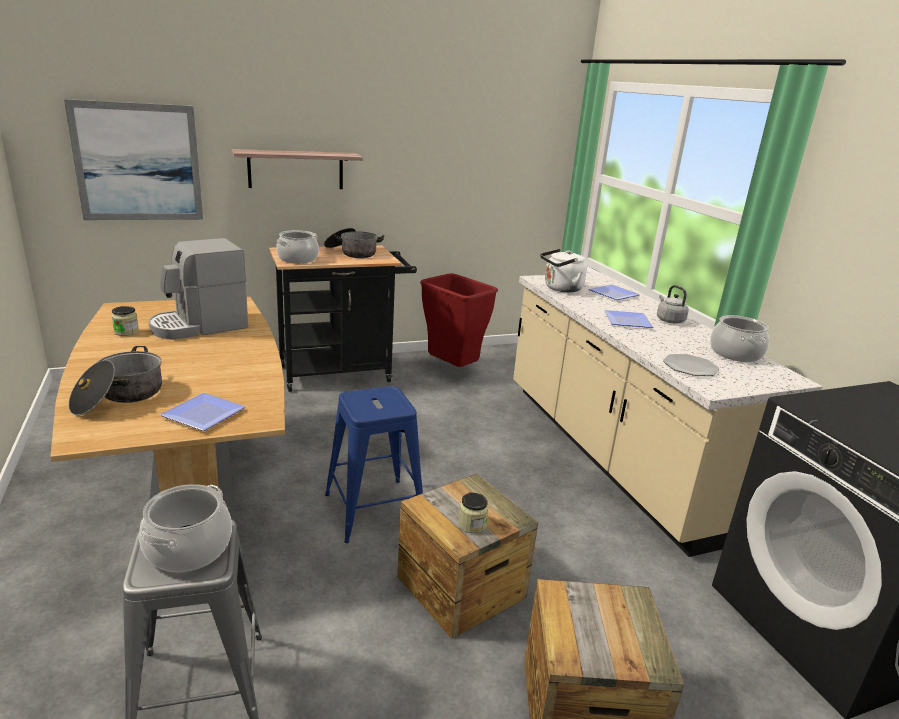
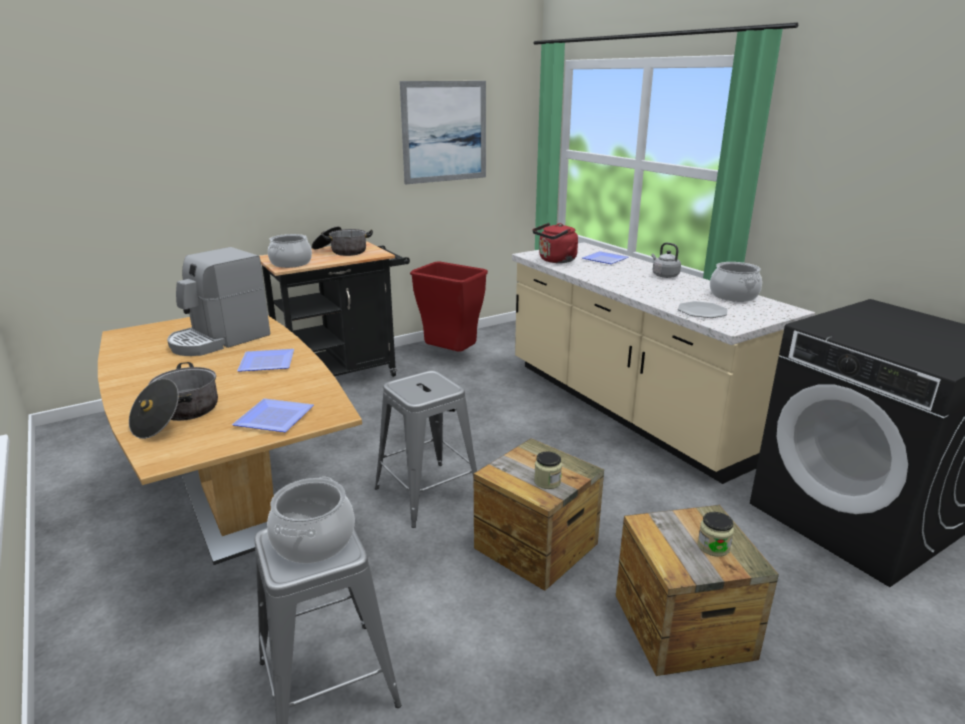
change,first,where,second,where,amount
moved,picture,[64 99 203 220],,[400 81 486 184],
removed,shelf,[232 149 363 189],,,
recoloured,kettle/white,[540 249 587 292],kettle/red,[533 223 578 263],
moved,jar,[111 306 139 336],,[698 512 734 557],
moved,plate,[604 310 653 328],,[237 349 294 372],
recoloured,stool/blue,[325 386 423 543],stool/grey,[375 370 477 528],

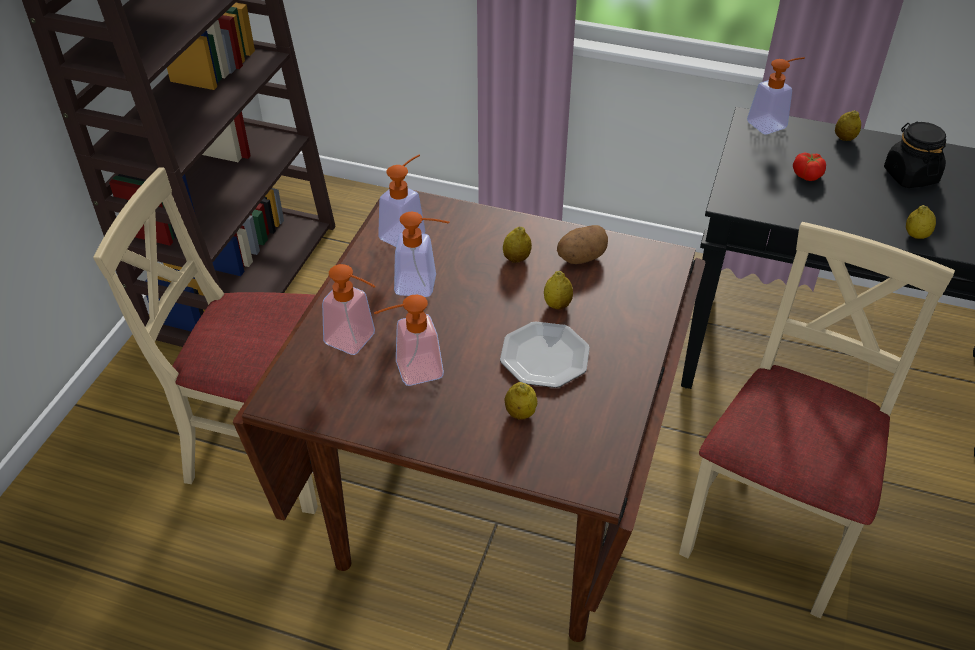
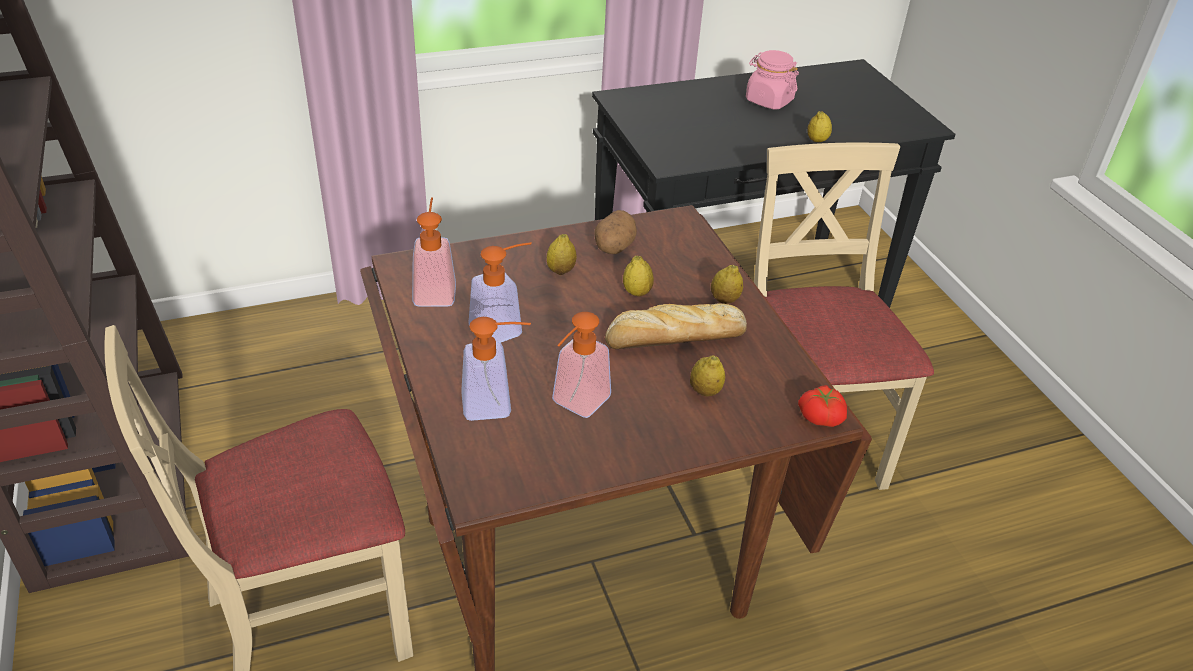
change,first,where,second,where,amount
removed,soap dispenser,[747 57 805 134],,,
moved,lemon,[835 110 861 141],,[711 265 743 304],
recoloured,jar/black,[884 121 946 188],jar/pink,[746 50 799 109],
moved,tomato,[793 153 826 181],,[798 385 847 427],
replaced,plate,[500 321 590 388],bread,[605 303 747 349],

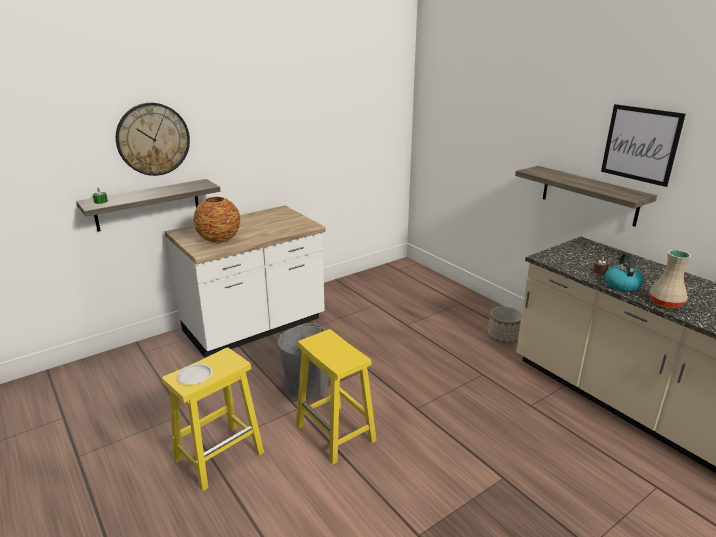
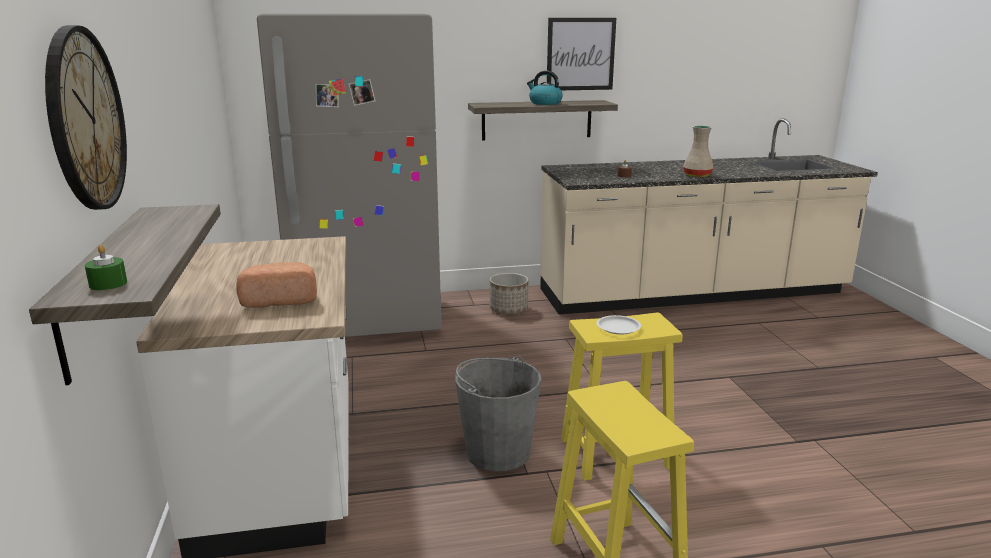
change,first,where,second,where,amount
replaced,vase,[193 197 241 243],bread,[237 262 317 308],
moved,kettle,[605 253 644 292],,[527 71 563 105],
moved,plate/white,[177 364 213 385],,[597 315 641 334],
added,,,fridge/grey,[257 14 442 337],

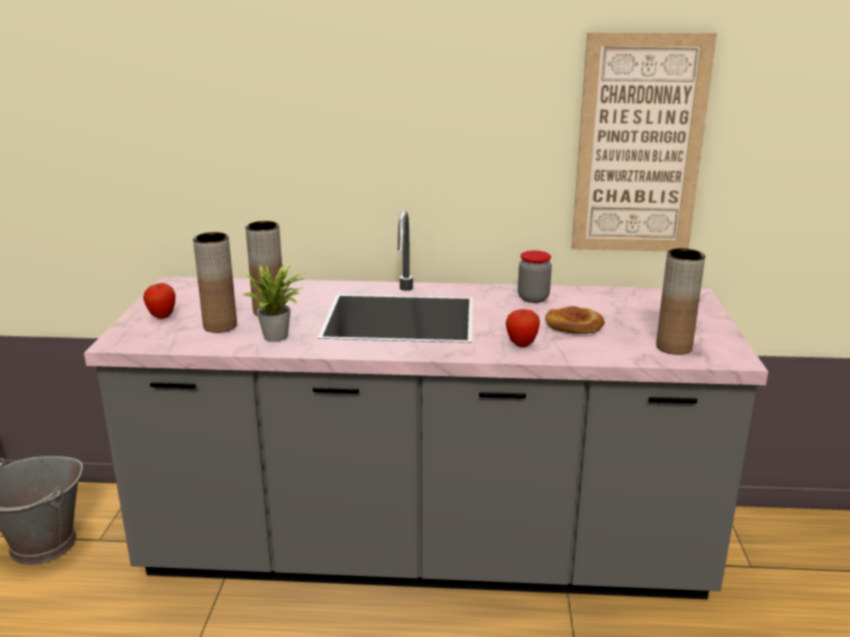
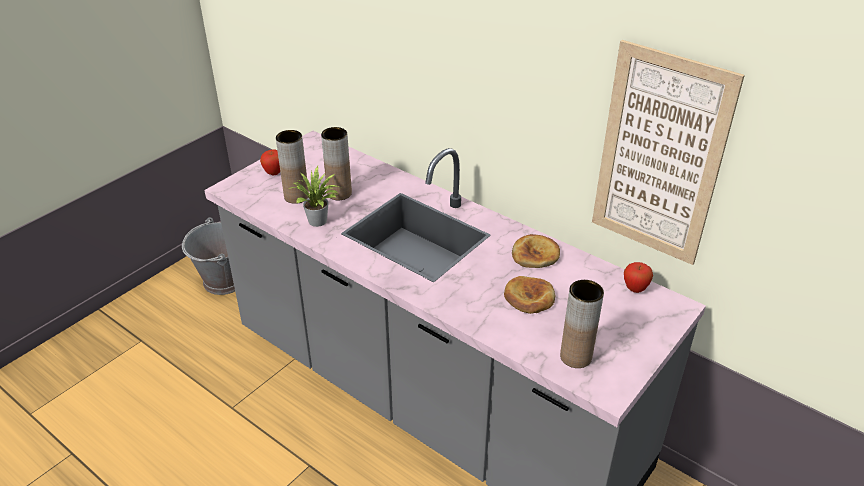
change,first,where,second,where,amount
replaced,jar,[518 251 552 303],bread,[512 234 560 268],
moved,apple,[506 309 540 347],,[624 262 653 293],

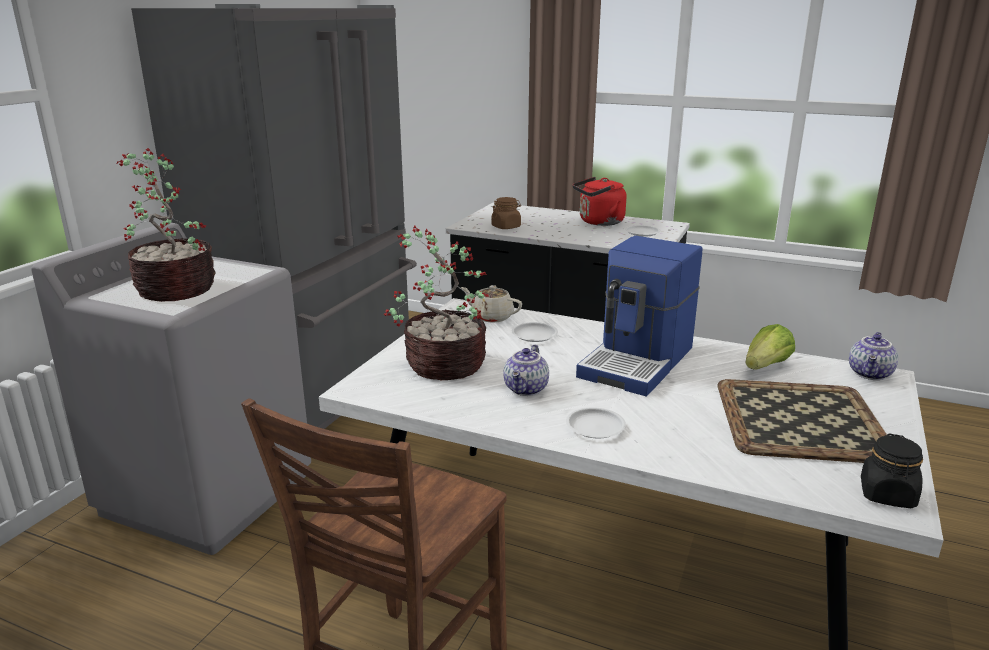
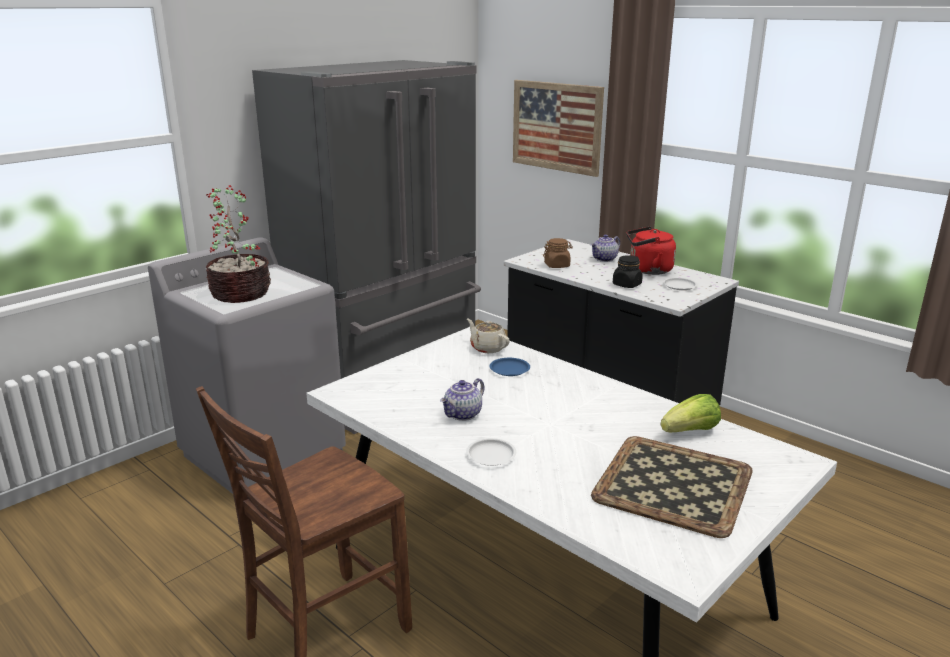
change,first,where,second,where,amount
removed,potted plant,[384 225 489 380],,,
removed,coffee machine,[576 236 702 396],,,
recoloured,plate/white,[512 322 558 342],plate/blue,[490 358 530 376],
moved,teapot,[849 332 898 380],,[591 234 620 262],
moved,jar/black,[861 434 923 508],,[613 255 643 288],
added,,,picture,[513 80 604 177],

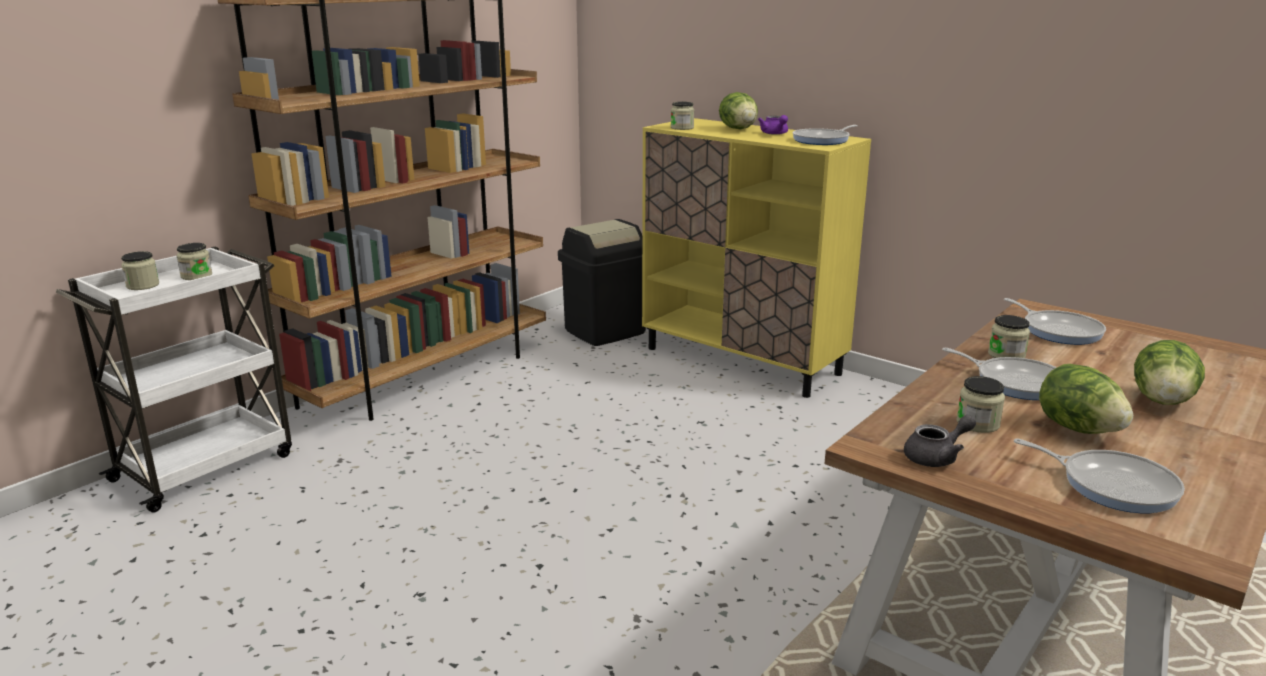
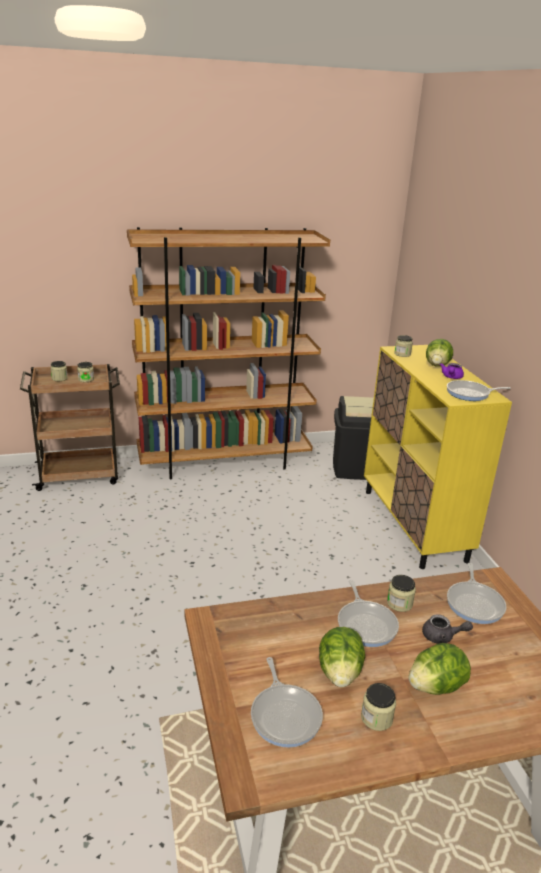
change,first,where,second,where,amount
recoloured,cart/white,[56 247 292 513],cart/brown,[20 364 120 491],
moved,jar,[956 376 1005 433],,[361 683 396 731],
moved,teapot/grey,[904 415 976 467],,[422 614 473 644],

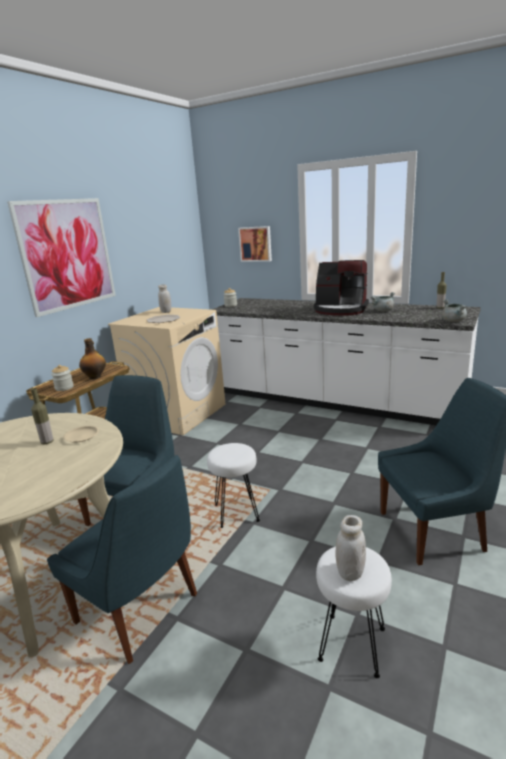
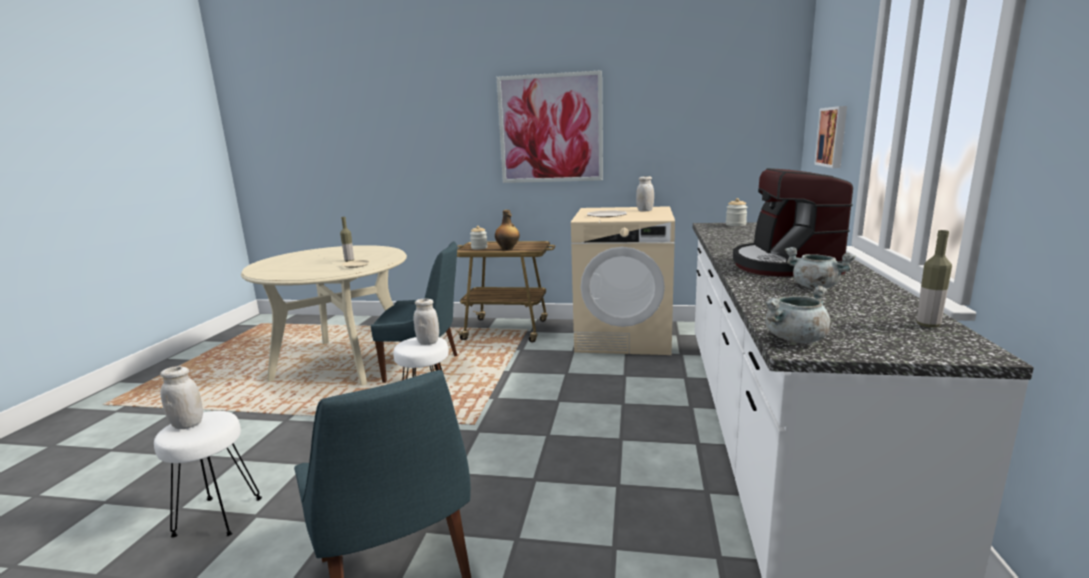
change,first,where,second,where,amount
removed,chair/blue,[47 455 197 664],,,
added,,,jar/white,[413 299 439 345],

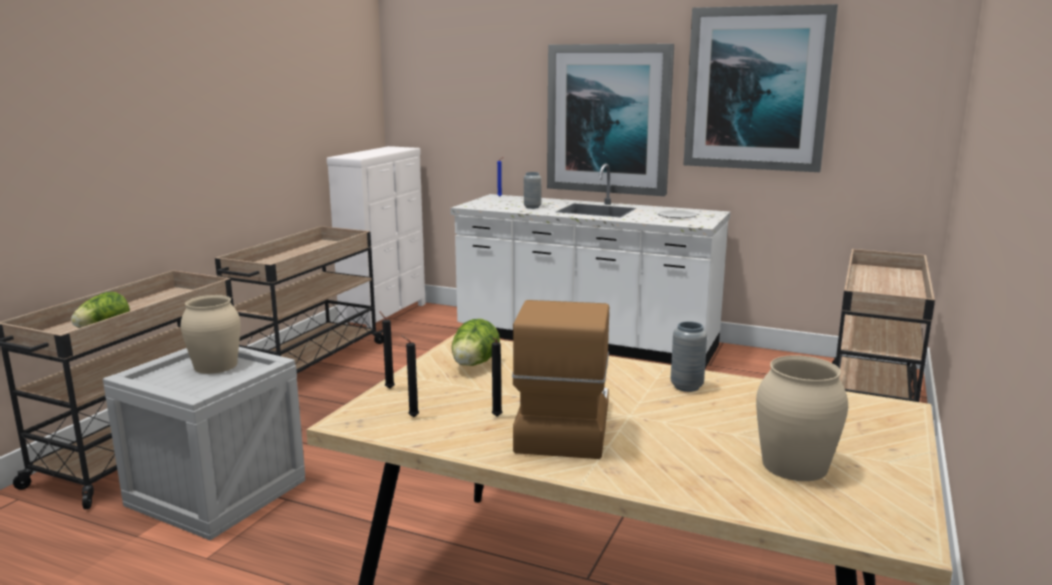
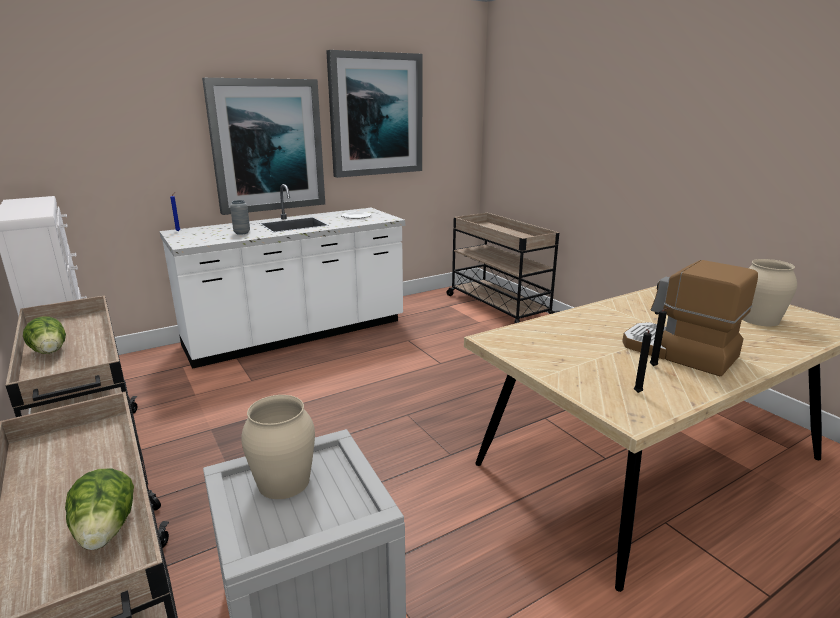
change,first,where,second,where,amount
removed,candle/black,[380 312 395 389],,,
moved,lettuce,[452 319 500 366],,[23 316 66 354],
removed,vase/grey,[671 321 707 392],,,

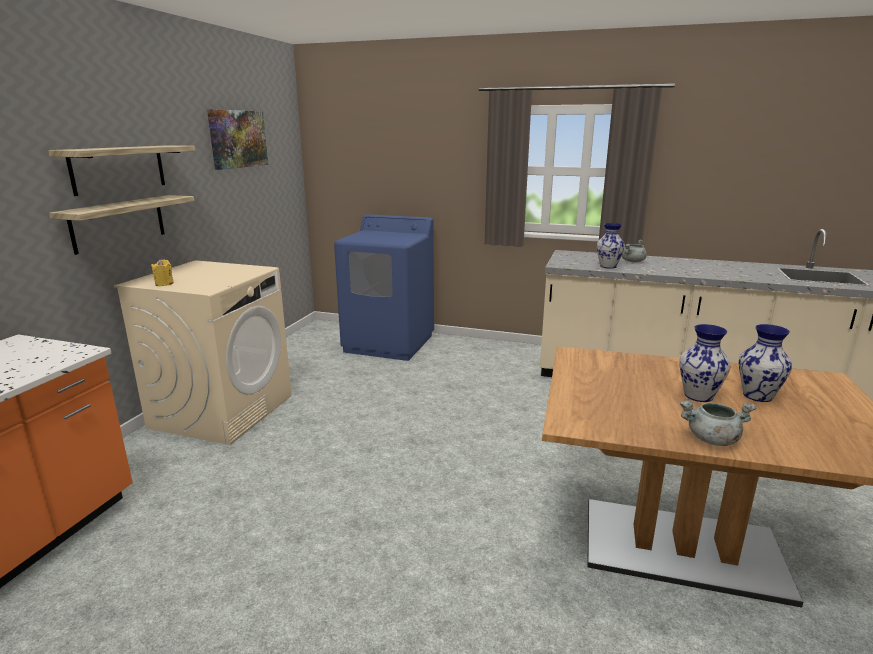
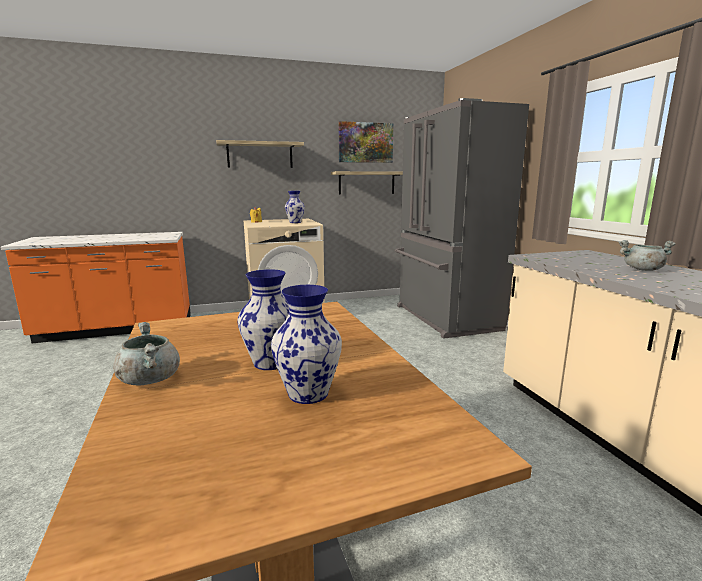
change,first,where,second,where,amount
moved,shelf,[49 195 194 255],,[331 171 403 195],
replaced,washing machine/blue,[334 214 434 361],fridge/grey,[395 98 529 339],
moved,vase,[597 223 625 269],,[285 191 305 223],

